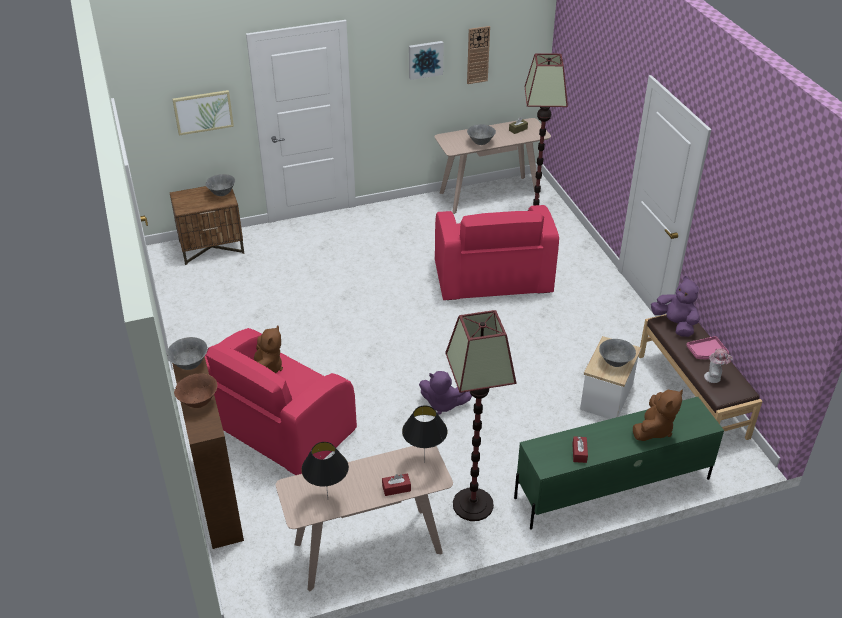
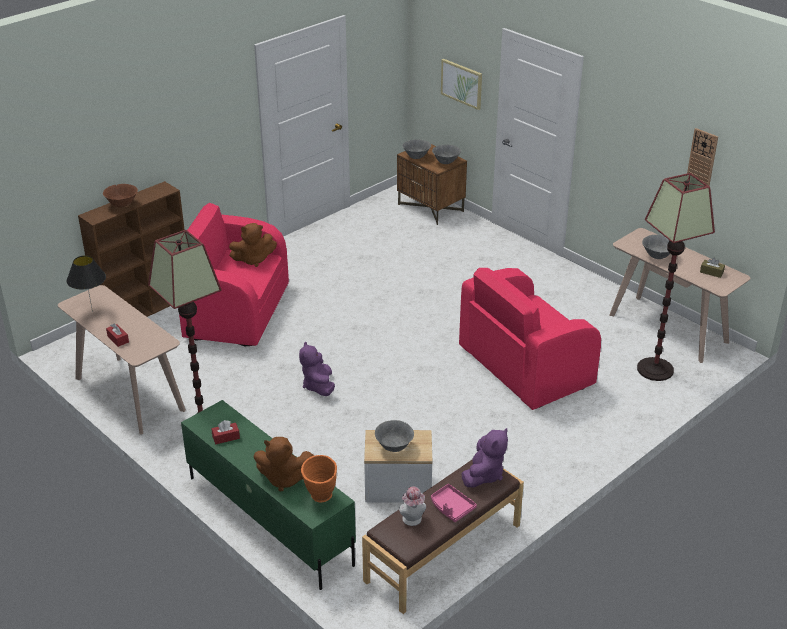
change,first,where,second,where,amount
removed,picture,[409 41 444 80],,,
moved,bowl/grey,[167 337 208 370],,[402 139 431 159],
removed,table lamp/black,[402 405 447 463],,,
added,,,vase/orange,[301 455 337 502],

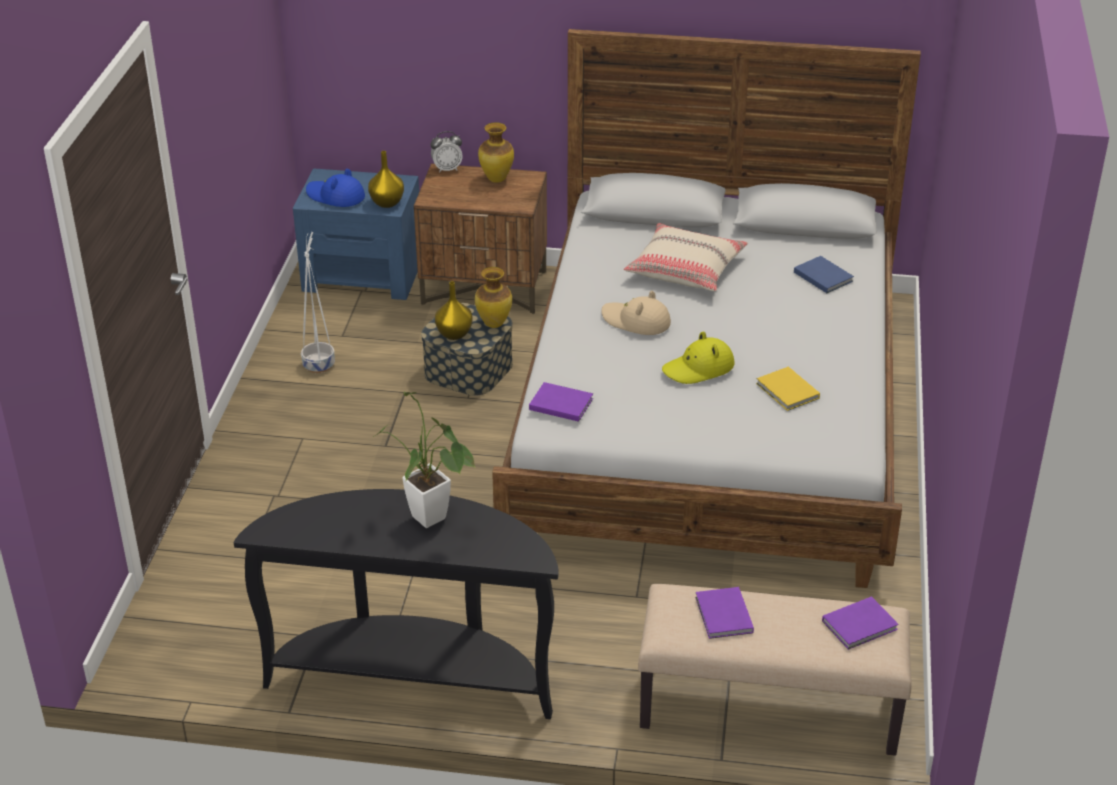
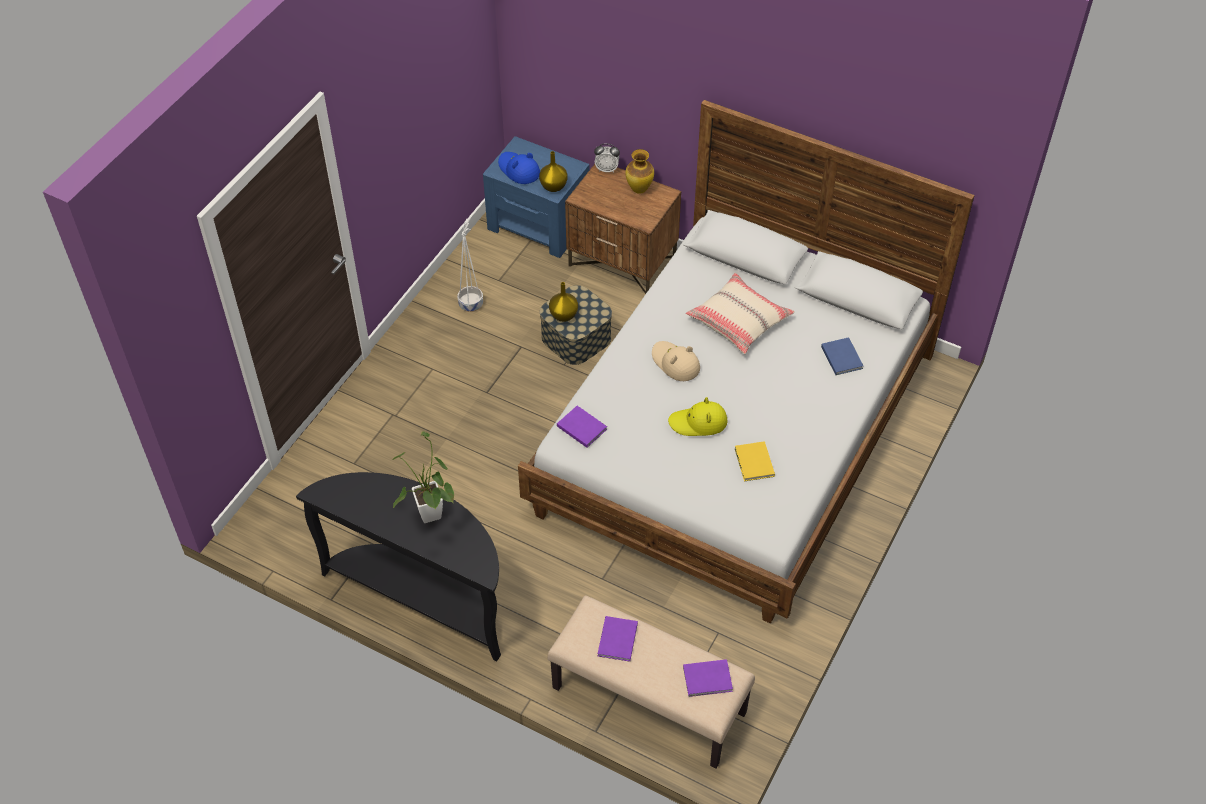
change,first,where,second,where,amount
removed,vase,[475 267 512 328],,,

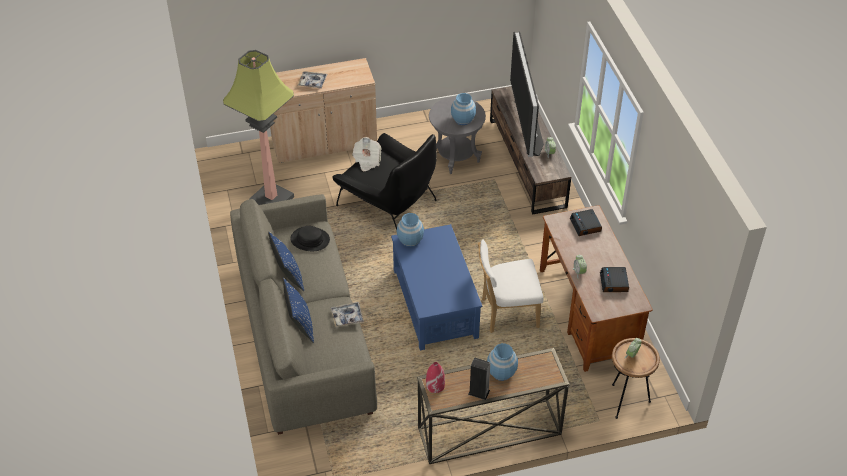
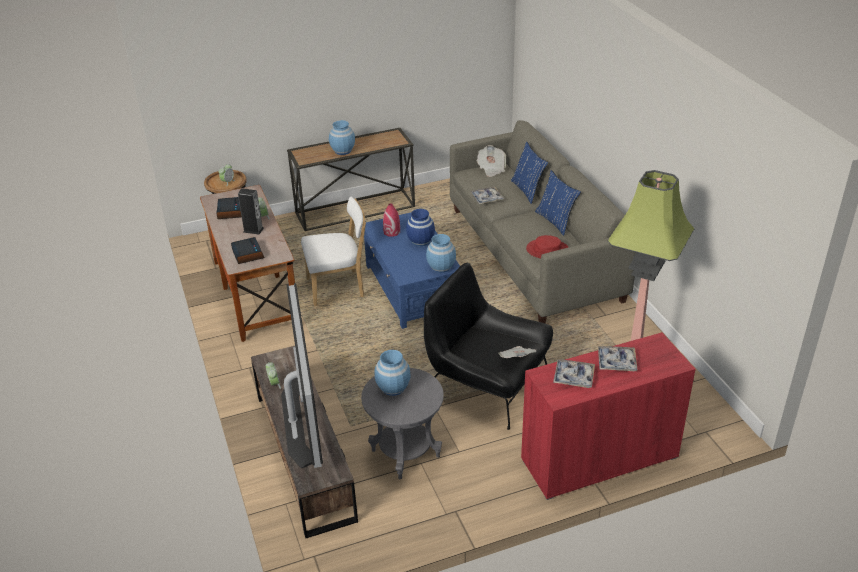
change,first,where,second,where,amount
recoloured,cabinet/beige,[270 58 377 163],cabinet/red,[521 332 696 500],
recoloured,hat/black,[291 226 330 251],hat/red,[526 235 568 258],
moved,speaker,[468 357 491 400],,[238 188 264 235],
moved,vase/red,[426 362 445 393],,[383 204 400 237],
added,,,newspaper,[477 145 506 177],
added,,,vase/blue,[406 209 435 246],
added,,,tray,[553 359 595 388],

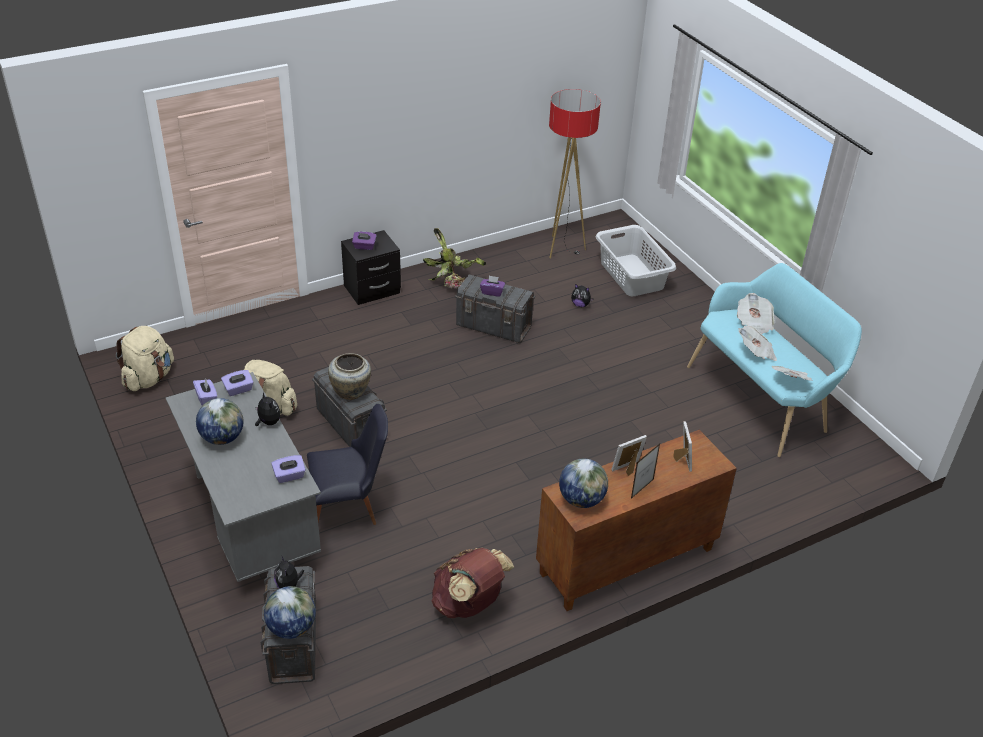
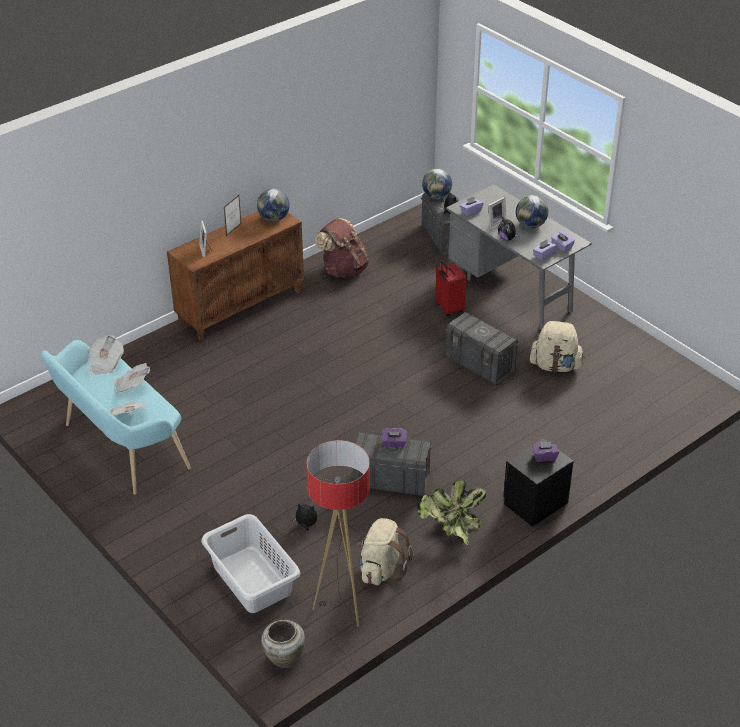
change,first,where,second,where,amount
moved,backpack/beige,[116 326 174 391],,[357 518 413 585],
moved,vase/beige,[328 353 371 400],,[261 620 305 668],
replaced,chair/black,[307 404 388 525],suitcase/red,[435 261 467 316],
moved,picture frame,[611 435 647 476],,[488 197 507 230],

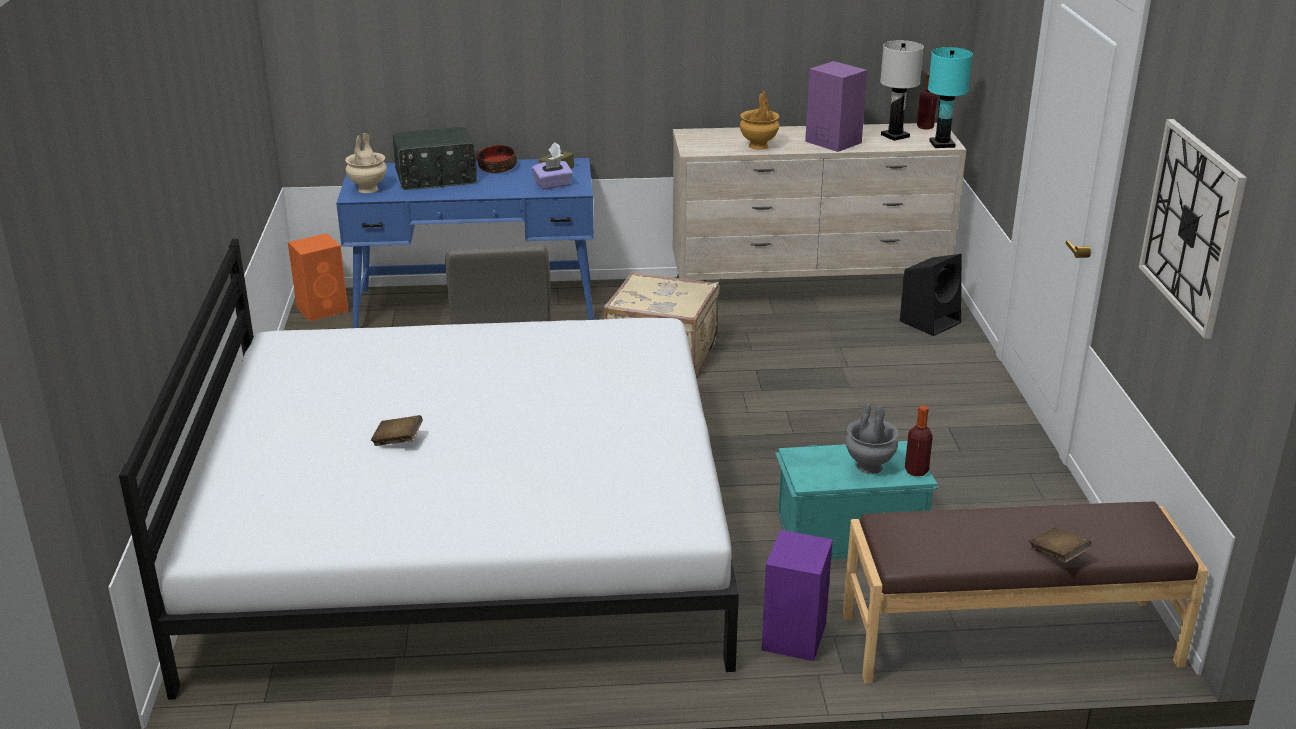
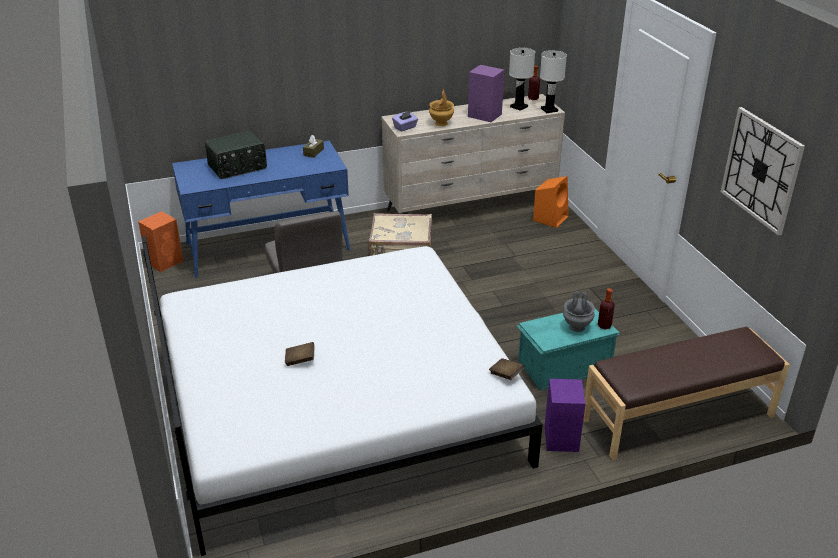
change,first,where,second,where,amount
recoloured,table lamp/turquoise,[928 47 973 148],table lamp/white,[540 50 567 113],
removed,vase/beige,[345 133 387 193],,,
removed,bowl,[477 145 517 173],,,
moved,tissue box/purple,[532 159 573 190],,[392 111 418 132],
recoloured,speaker/black,[900 254 962 336],speaker/orange,[533 176 569 228],
moved,book/brown,[1029 527 1092 563],,[489 358 524 380],

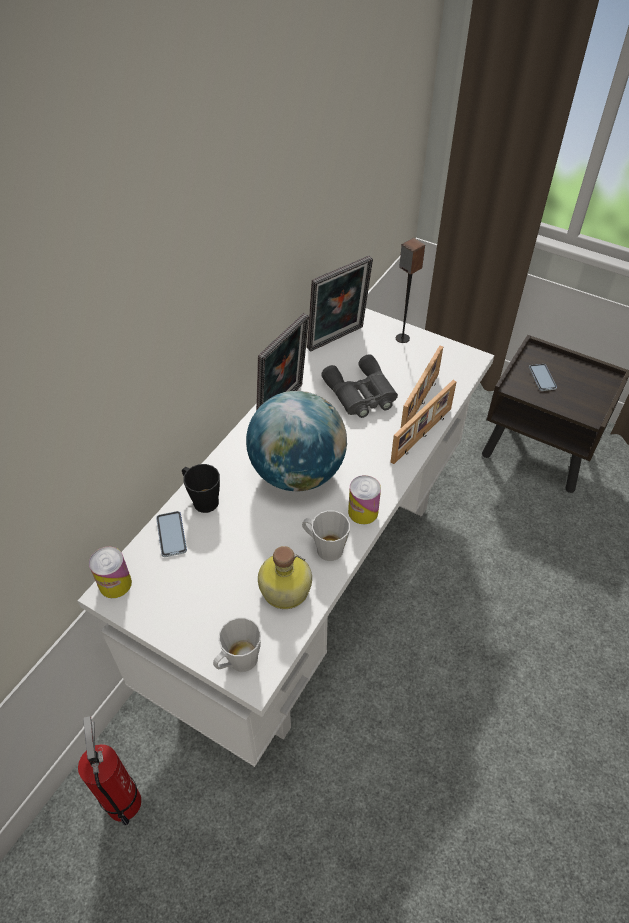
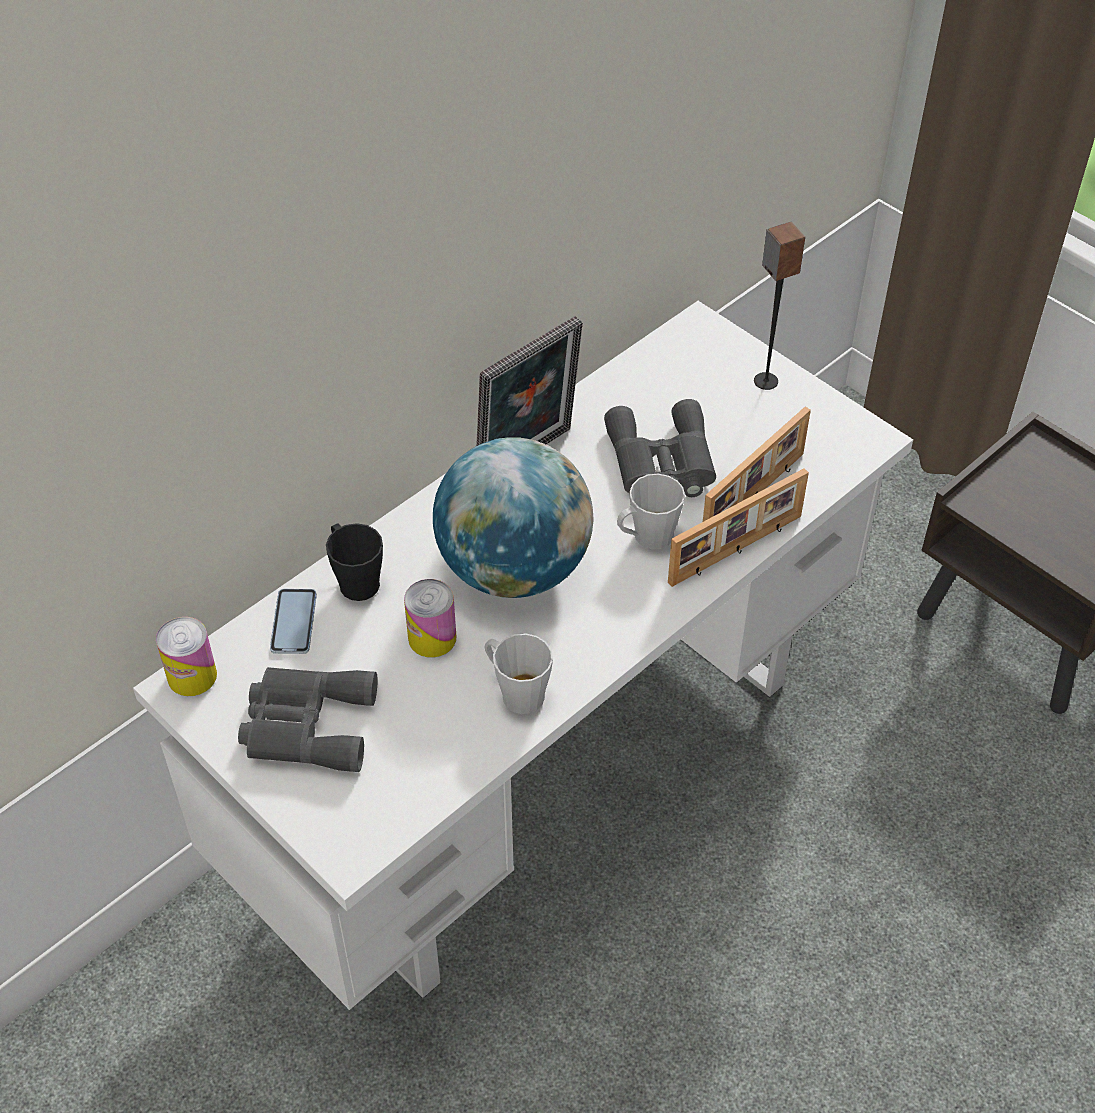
change,first,where,second,where,amount
removed,picture frame,[307 256 373 352],,,
removed,phone,[529 364 557 391],,,
moved,can,[348 475 381 524],,[404 579 456 658],
removed,bottle,[258 546 312 609],,,
moved,mug/grey,[213 617 261 672],,[617 474 685 550],
removed,fire extinguisher,[78 716 141 825],,,
added,,,binoculars/grey,[238 667 378 772],

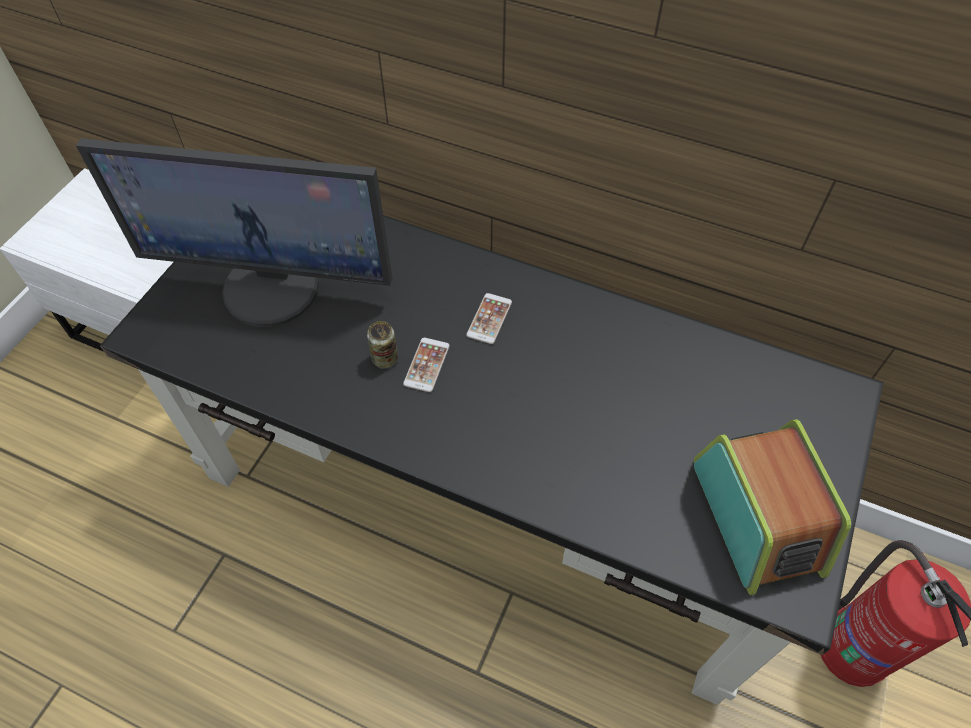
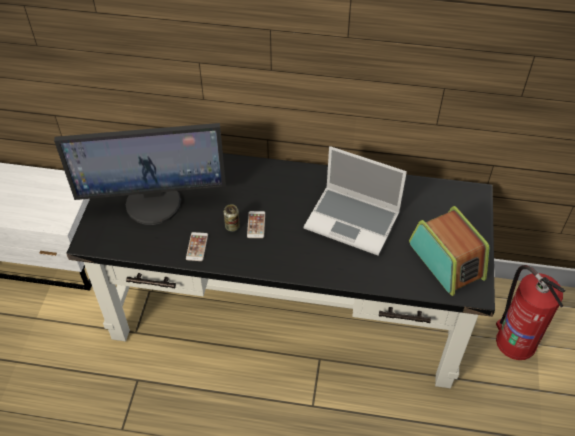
change,first,where,second,where,amount
moved,phone,[466 293 512 344],,[186 232 208 261],
added,,,laptop,[304 146 407 256],

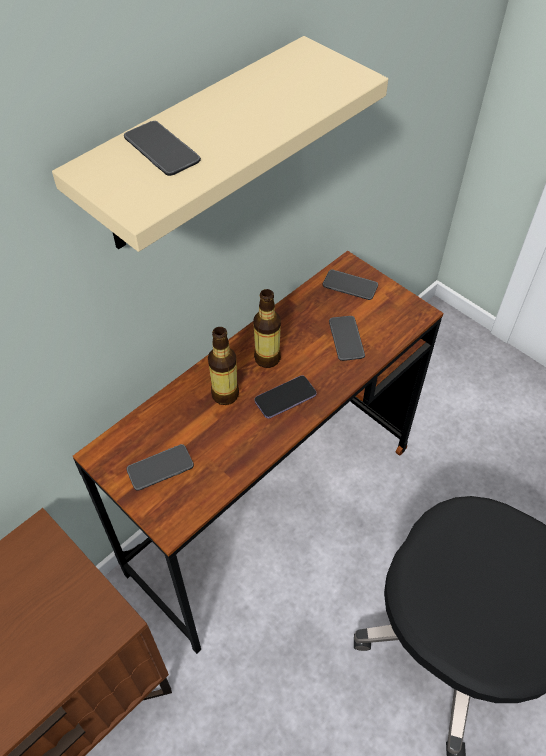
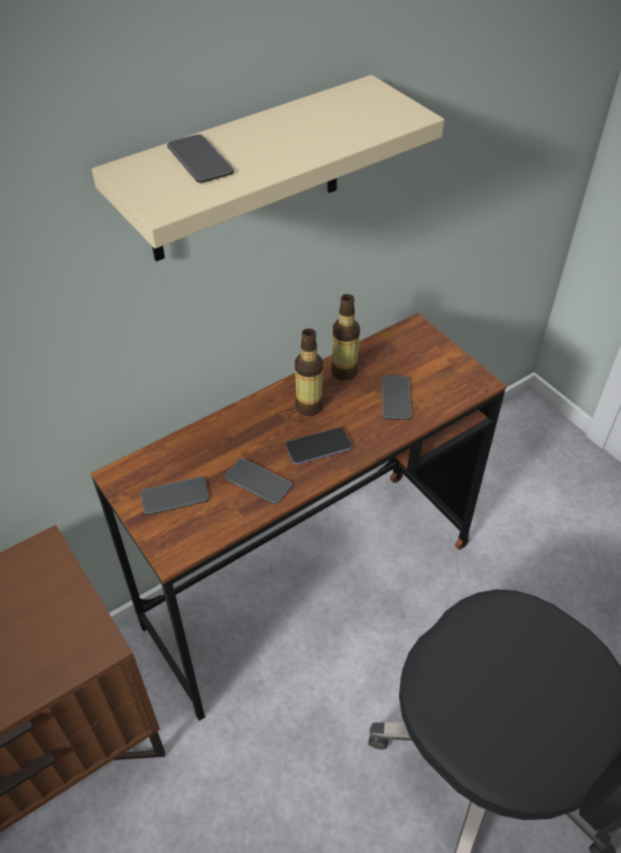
change,first,where,second,where,amount
moved,phone,[323 270 378 300],,[225 458 292 504],
moved,bottle,[208 327 239 405],,[331 294 360 381],

